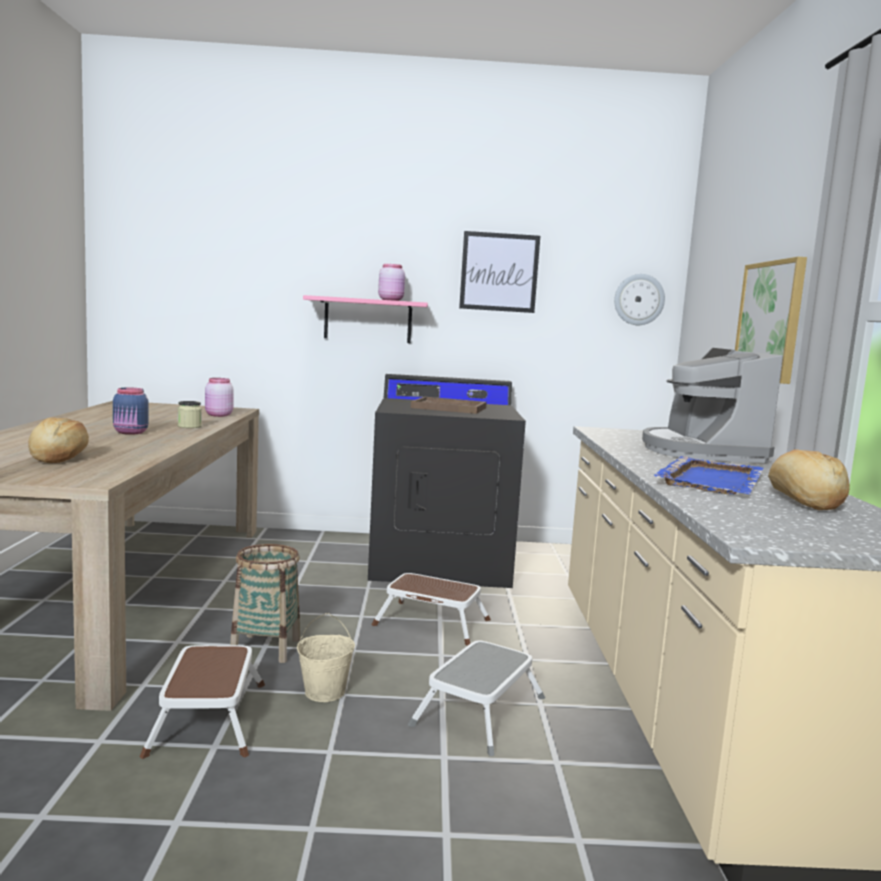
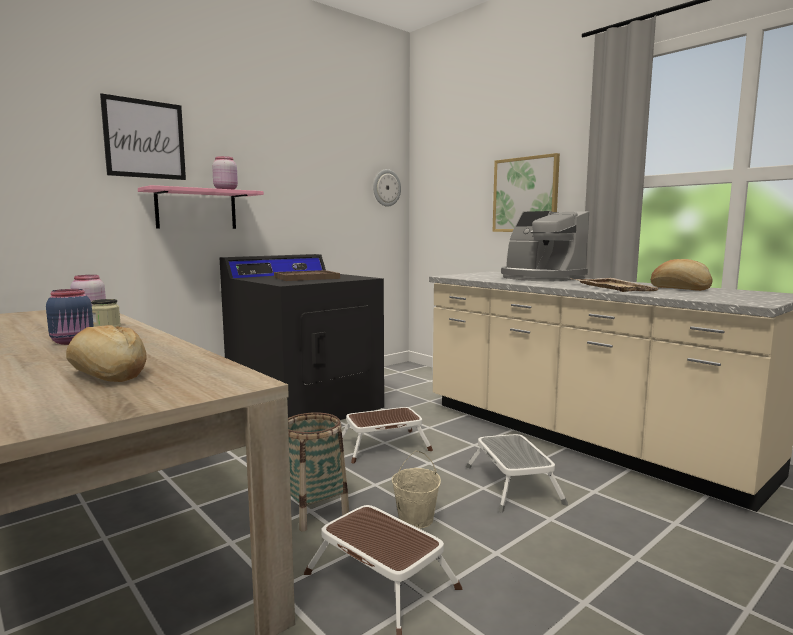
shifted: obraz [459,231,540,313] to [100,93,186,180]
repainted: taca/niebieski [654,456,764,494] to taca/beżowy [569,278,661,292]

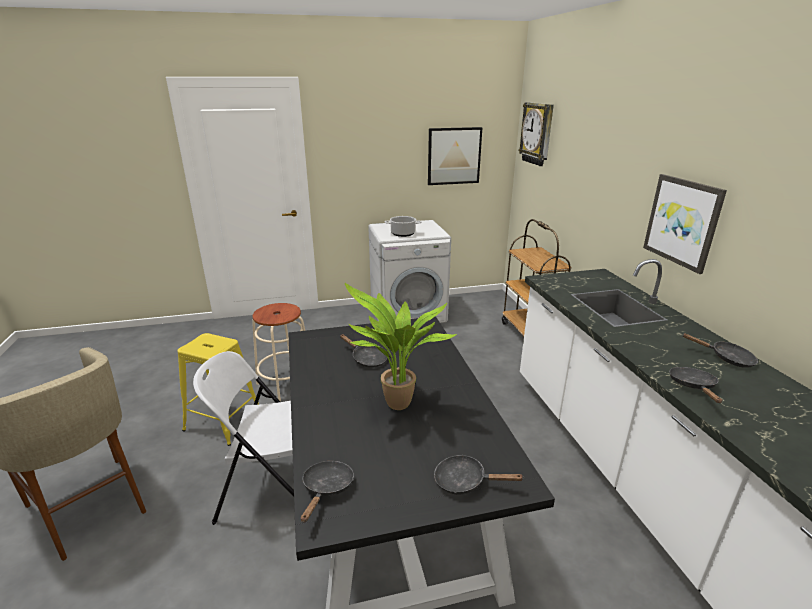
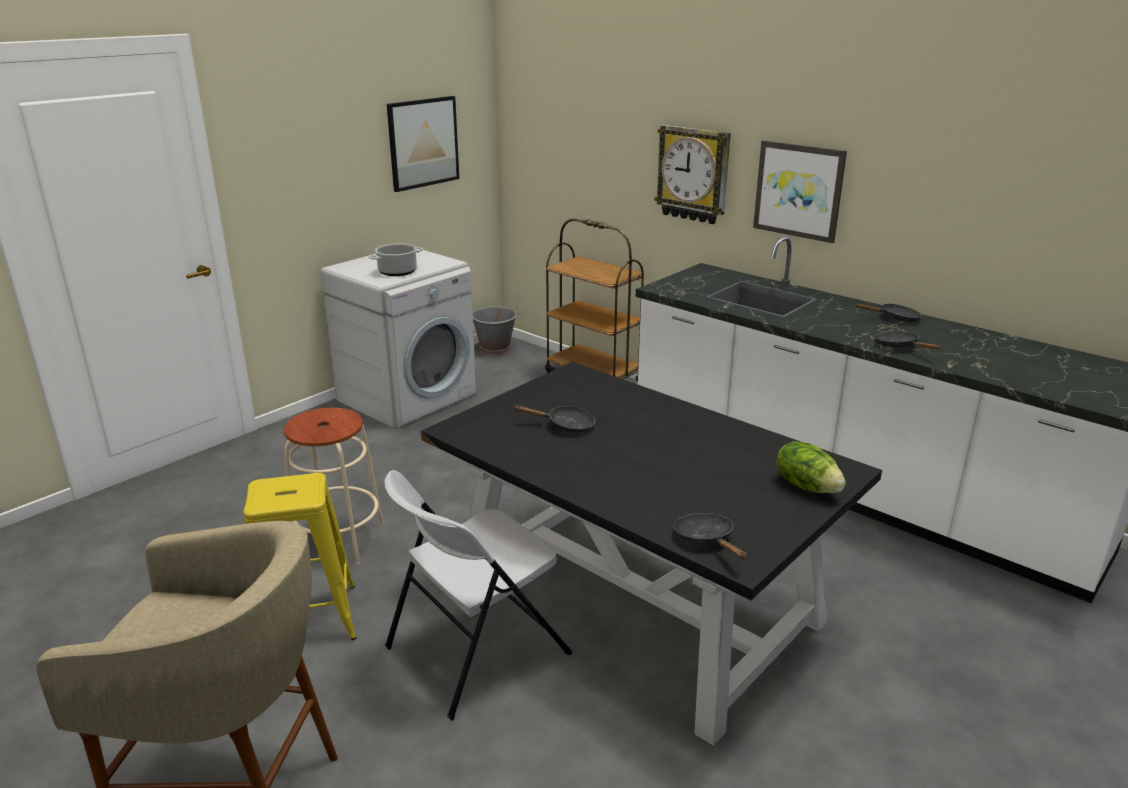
gone: roślina doniczkowa [345,283,457,410]
new: wiadro/szary [473,306,519,356]
shifted: zegar ścienny [519,102,554,166] to [655,125,731,224]
swapped: patelnia/czarny [434,455,524,495] to sałata [776,441,846,493]

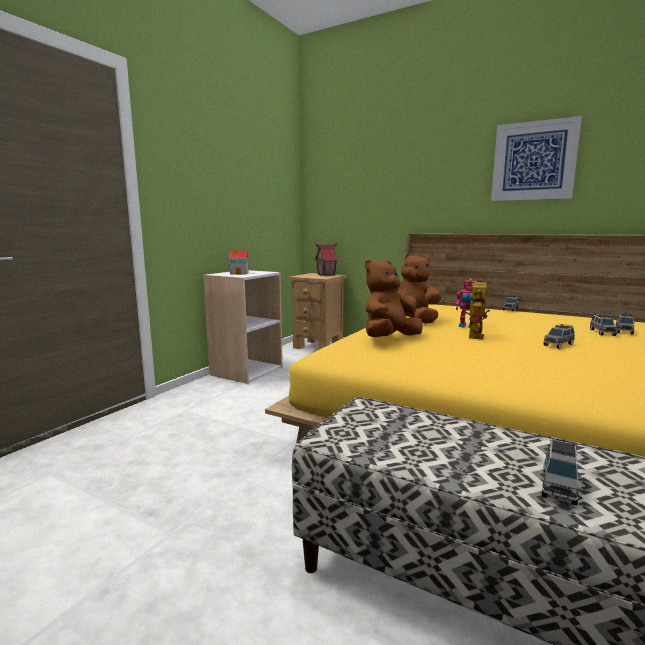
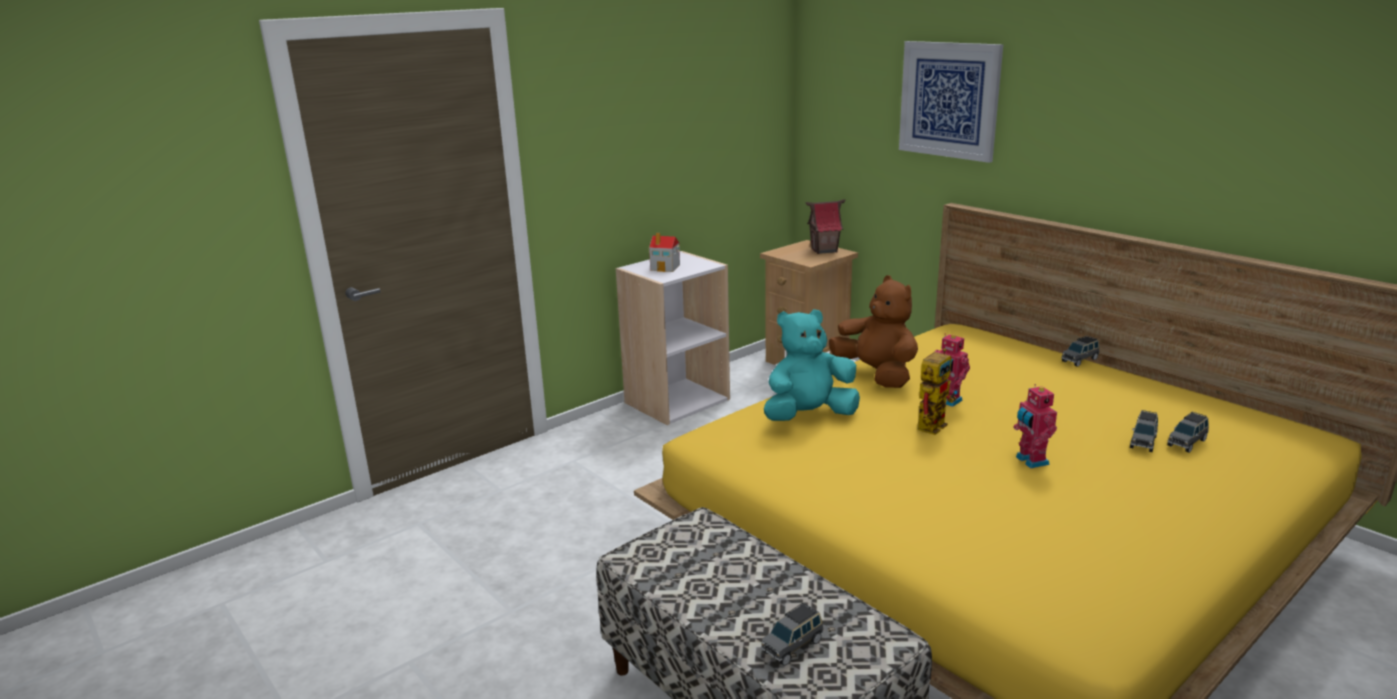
shifted: obraz [491,116,582,201] to [899,41,1003,163]
swapped: samochodzik/szary [544,324,575,349] to robot zabawkowy [1014,384,1057,468]
repainted: pluszak/brązowy [365,260,423,337] to pluszak/turkusowy [764,309,860,421]

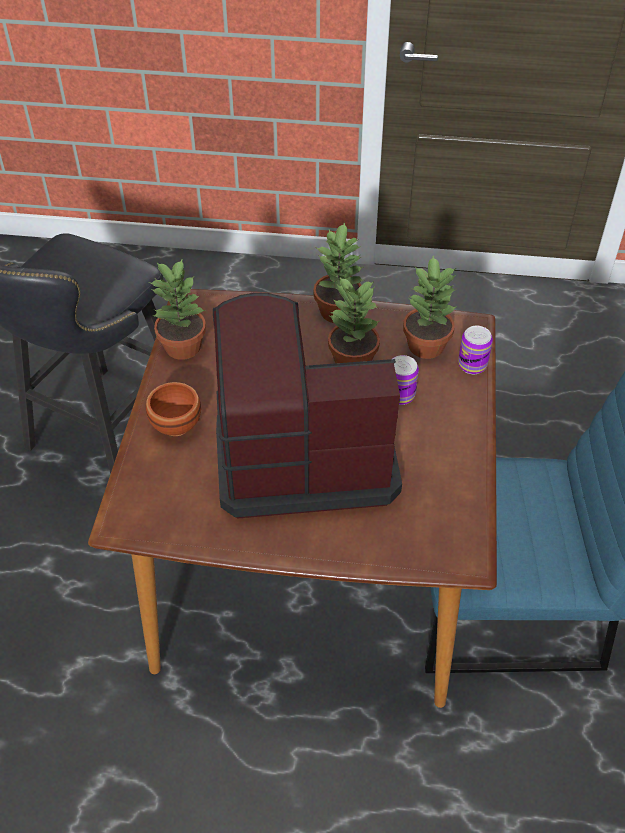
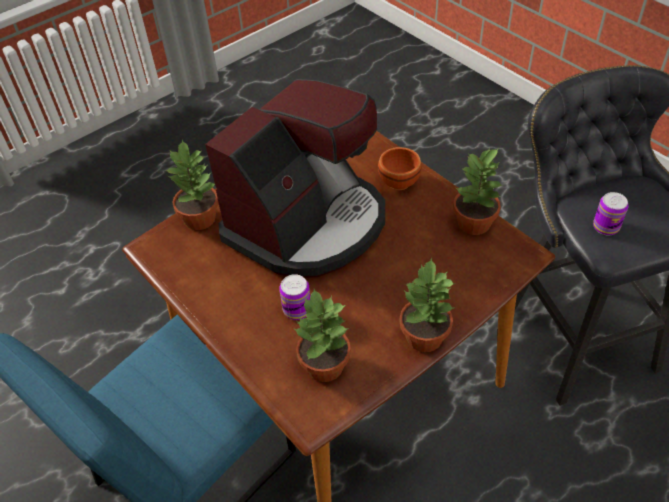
shifted: roślina doniczkowa [328,276,380,363] to [165,139,218,230]; puszka [458,326,493,374] to [593,192,629,236]

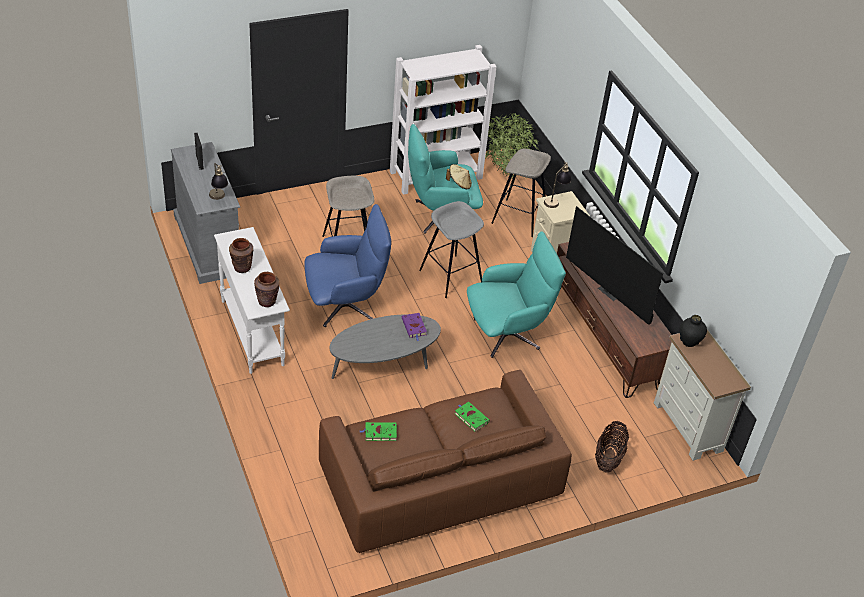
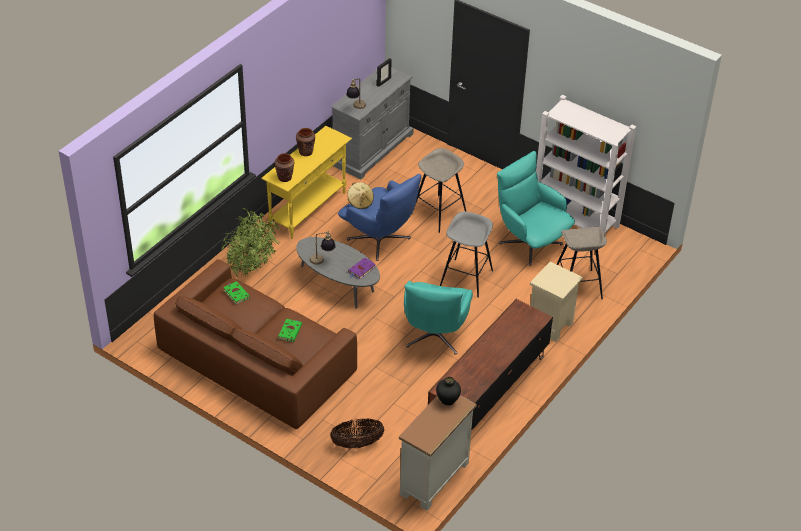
gone: telewizor [566,206,663,325]
shifted: roślina doniczkowa [485,113,539,179] to [221,208,281,277]; lampa stołowa [544,162,571,208] to [310,230,336,265]; kapelusz/beżowy [446,164,472,189] to [347,182,374,209]
repainted: stolik konsolowy/biały [214,227,290,374] to stolik konsolowy/żółty [261,126,352,239]
rotated: fotel/turkusowy [467,231,566,358] = [404,281,473,355] 60 degrees clockwise

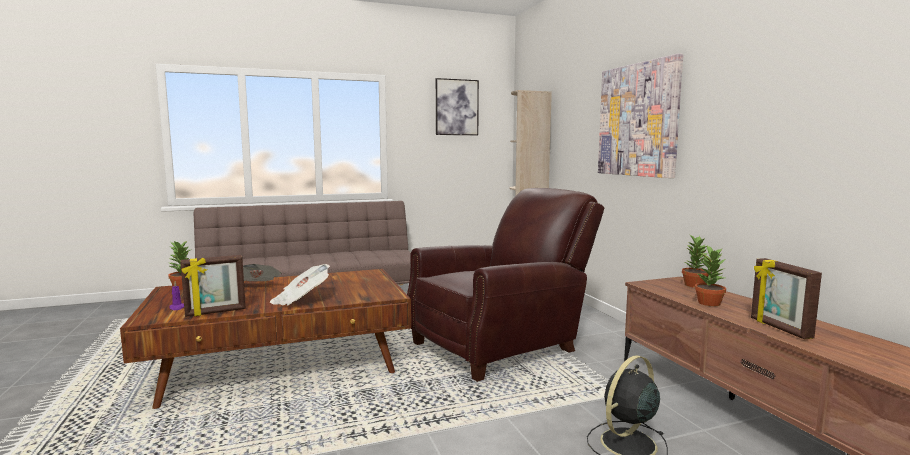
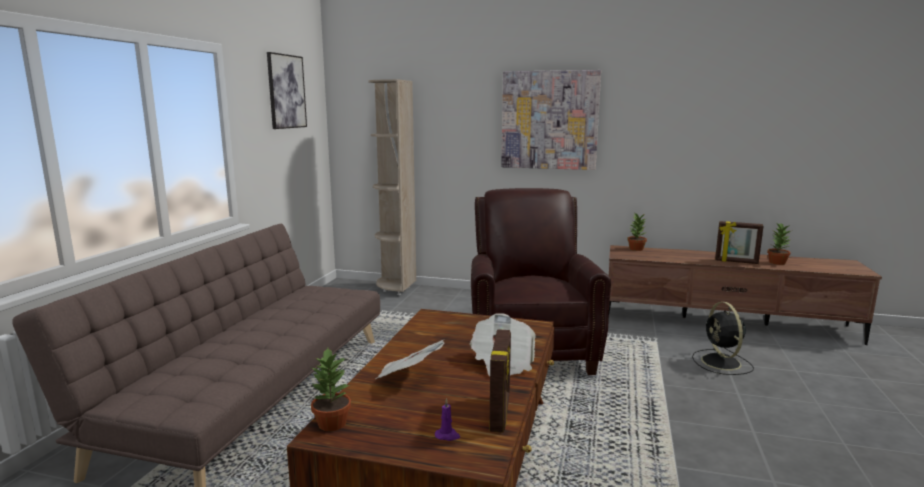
shifted: roślina doniczkowa [695,245,727,306] to [767,223,791,265]

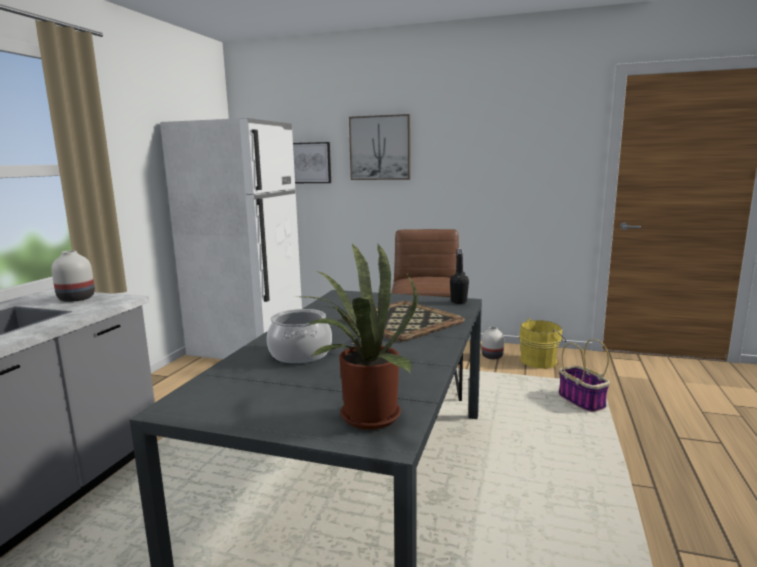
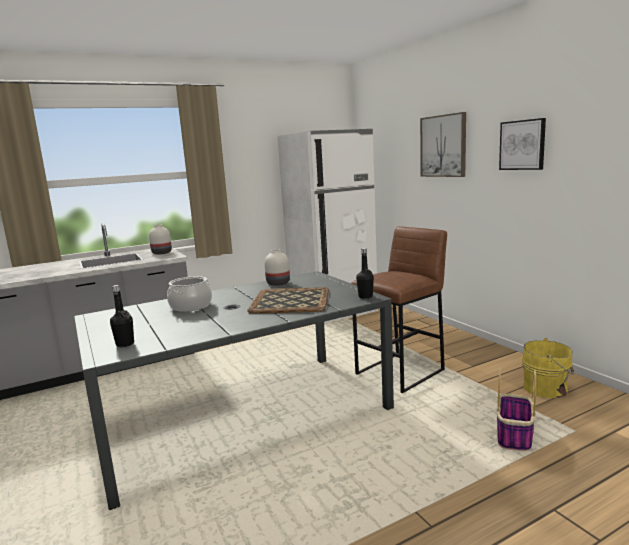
shifted: wazon/biały [482,327,504,359] to [264,249,290,286]; obraz [293,142,331,183] to [499,118,546,170]
swapped: roślina doniczkowa [302,243,418,430] to butelka/czarny [110,285,134,347]

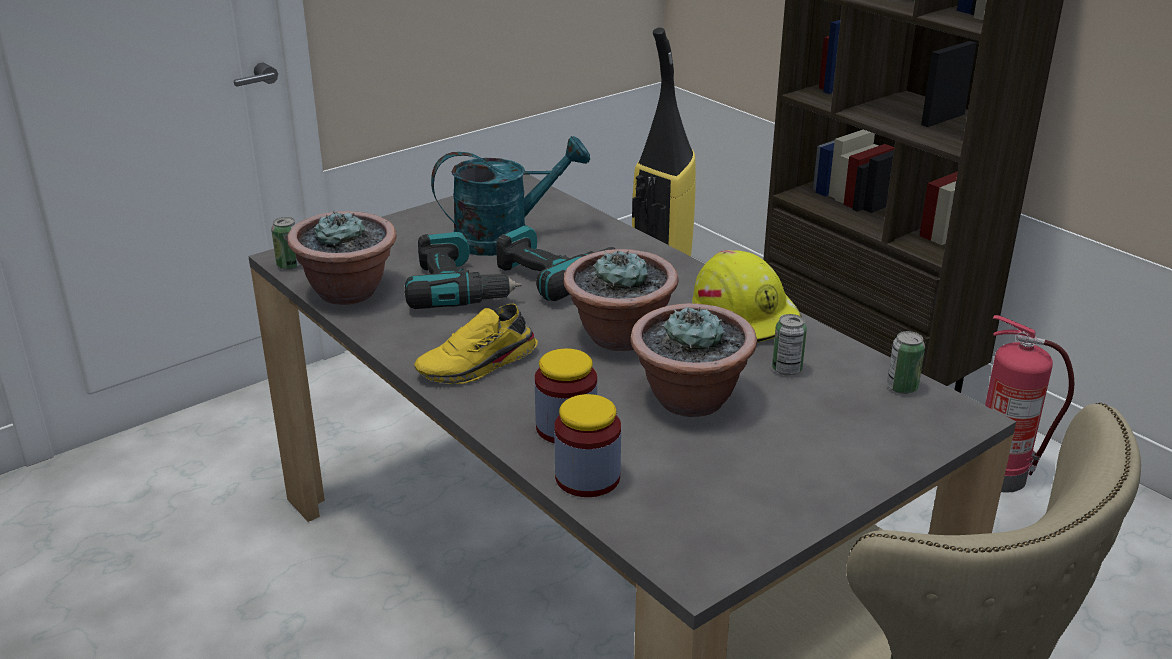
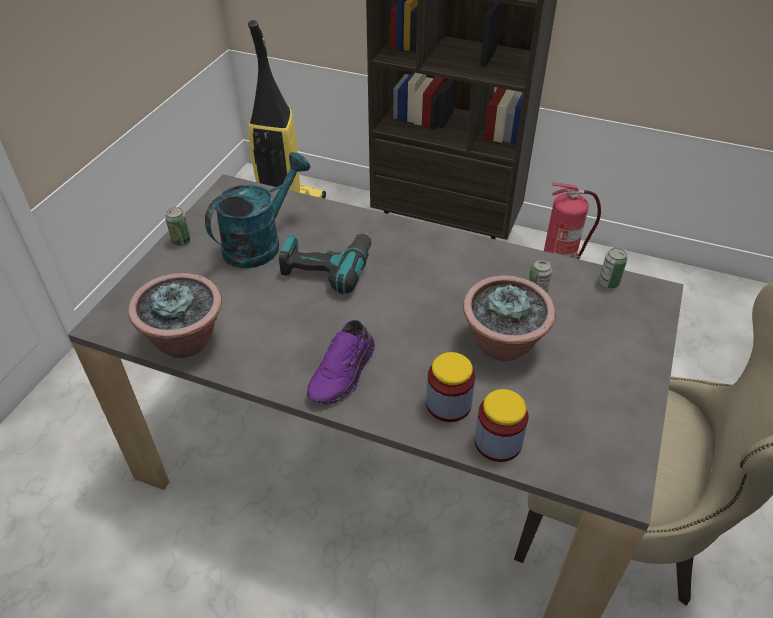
gone: wiertarka [405,232,521,309]; roślina doniczkowa [563,249,678,351]; kask/żółty [692,250,802,343]
shifted: puszka [271,217,301,270] to [165,207,191,246]
repainted: but/żółty [414,304,538,384] to but/fioletowy [307,320,375,404]

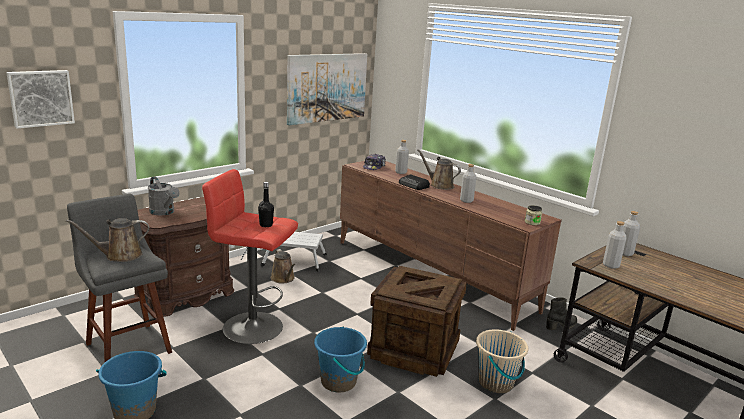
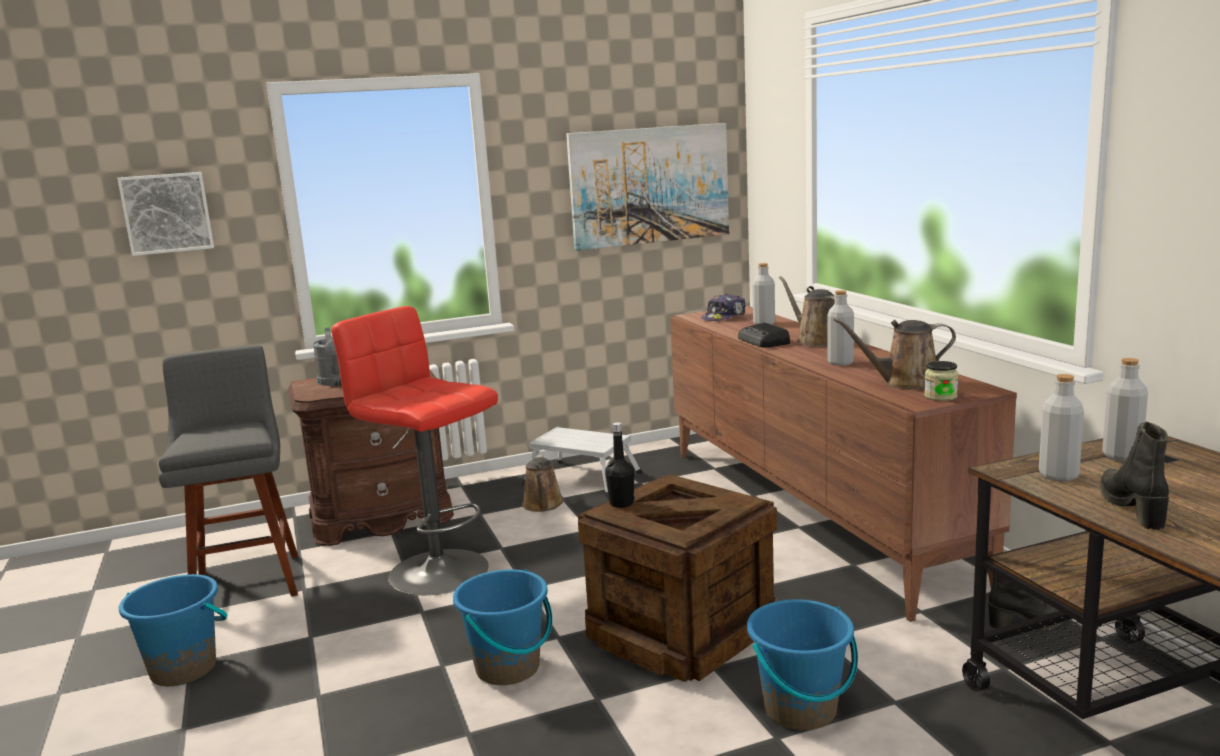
new: but z cholewką/czarny [1100,422,1169,530]
shifted: butelka/czarny [258,182,274,227] to [605,422,635,508]; konewka/brązowy [66,218,149,262] to [834,318,956,389]
repainted: wiadro/beżowy [476,330,528,393] to wiadro/niebieski [747,599,858,730]

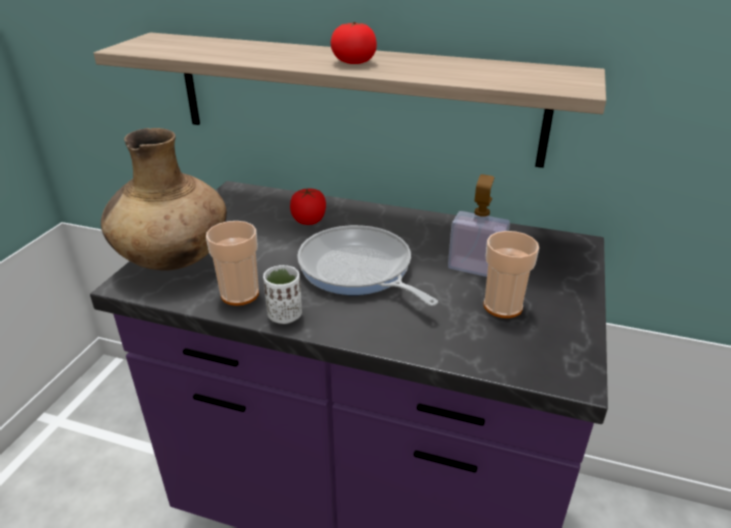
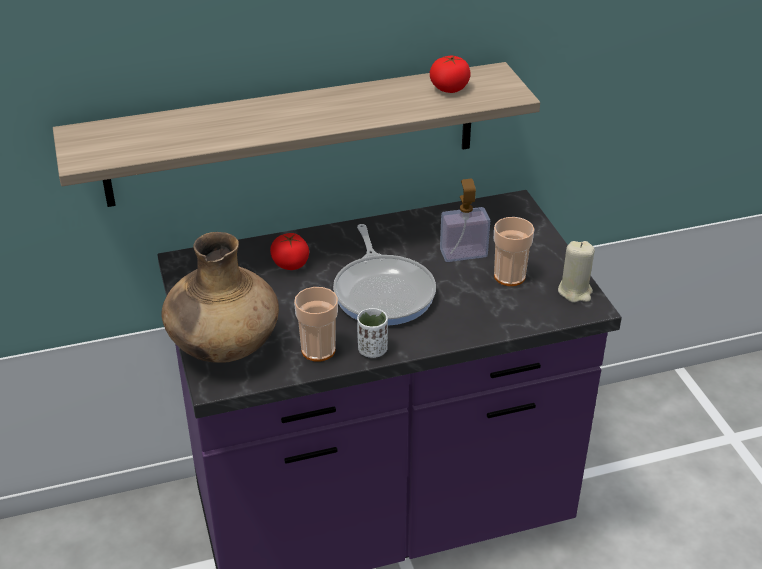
new: świeca/beżowy [558,241,595,303]
shifted: pomidor [331,22,377,64] to [430,55,471,93]
rotated: patelnia [297,225,438,306] = [333,224,436,326] 120 degrees counterclockwise

